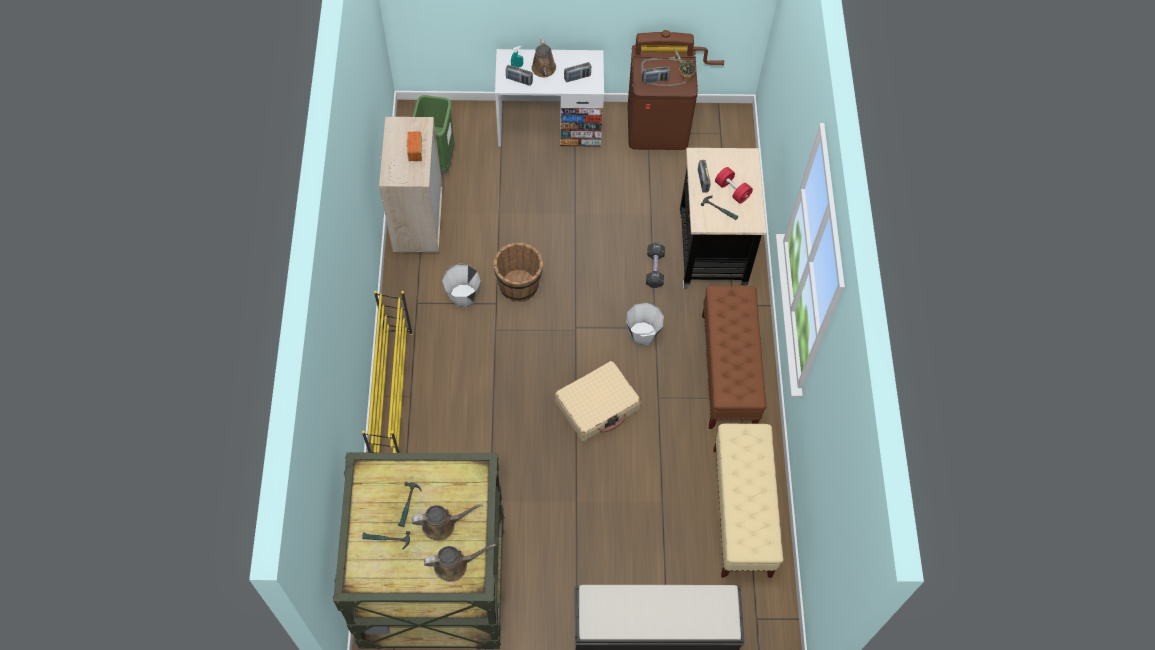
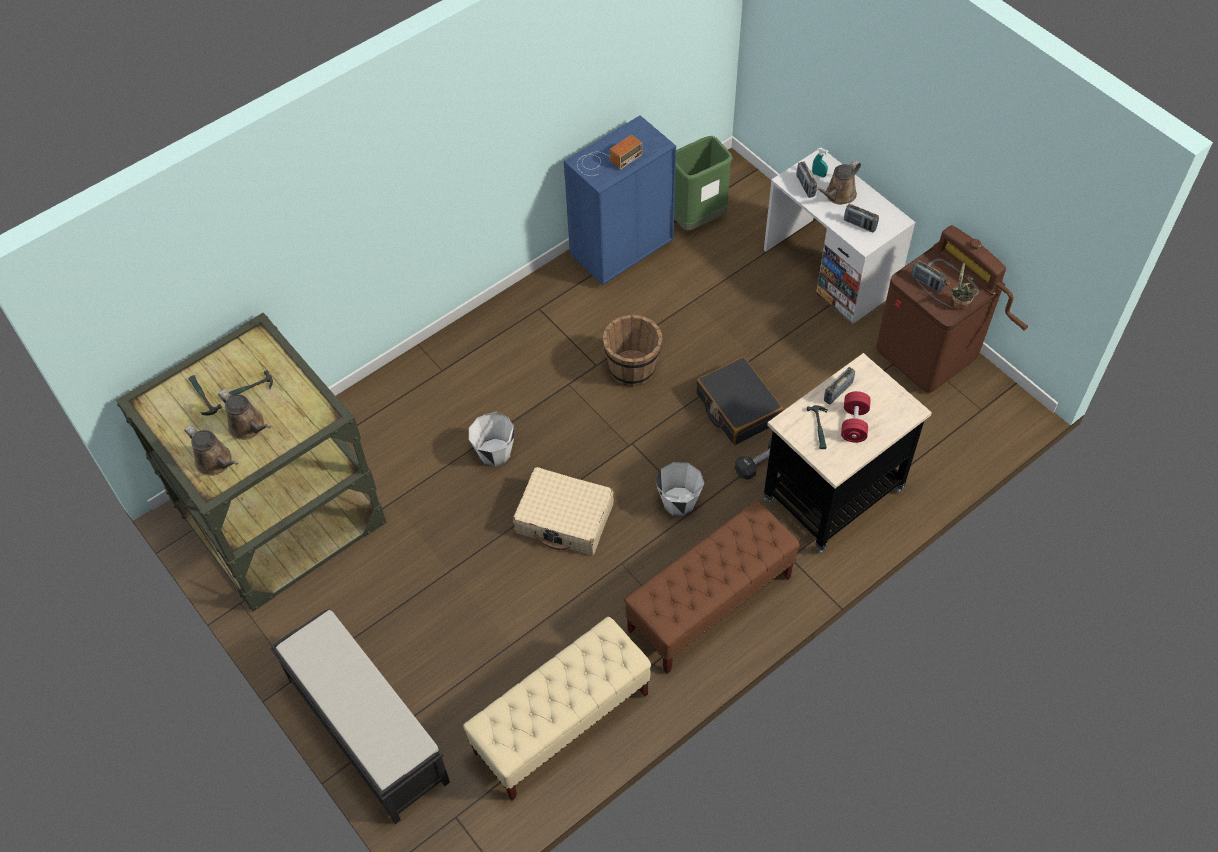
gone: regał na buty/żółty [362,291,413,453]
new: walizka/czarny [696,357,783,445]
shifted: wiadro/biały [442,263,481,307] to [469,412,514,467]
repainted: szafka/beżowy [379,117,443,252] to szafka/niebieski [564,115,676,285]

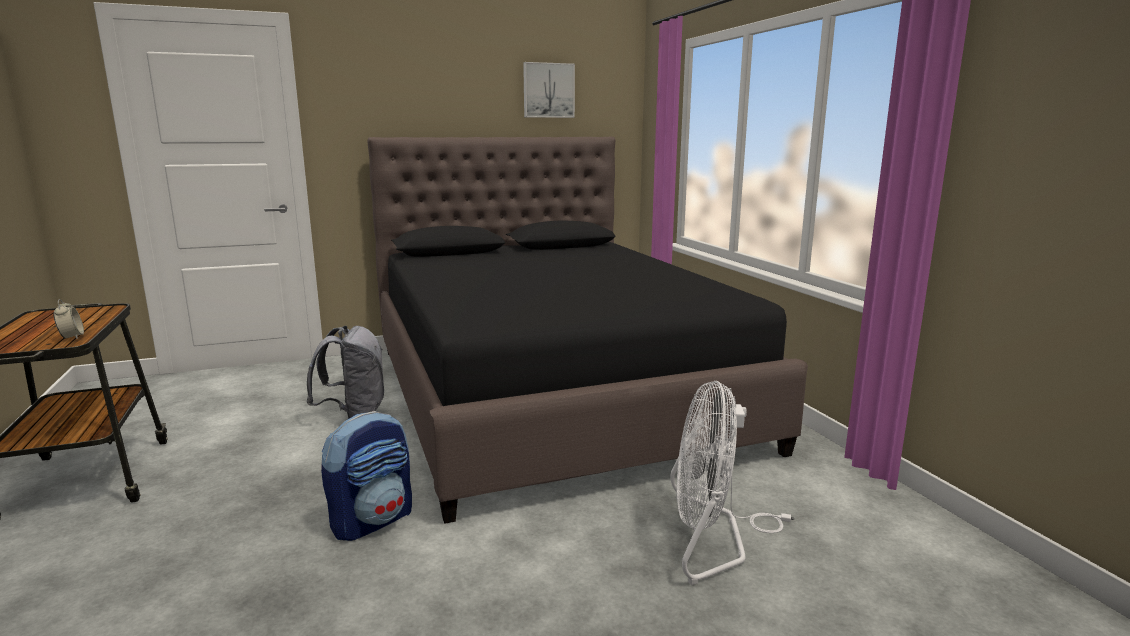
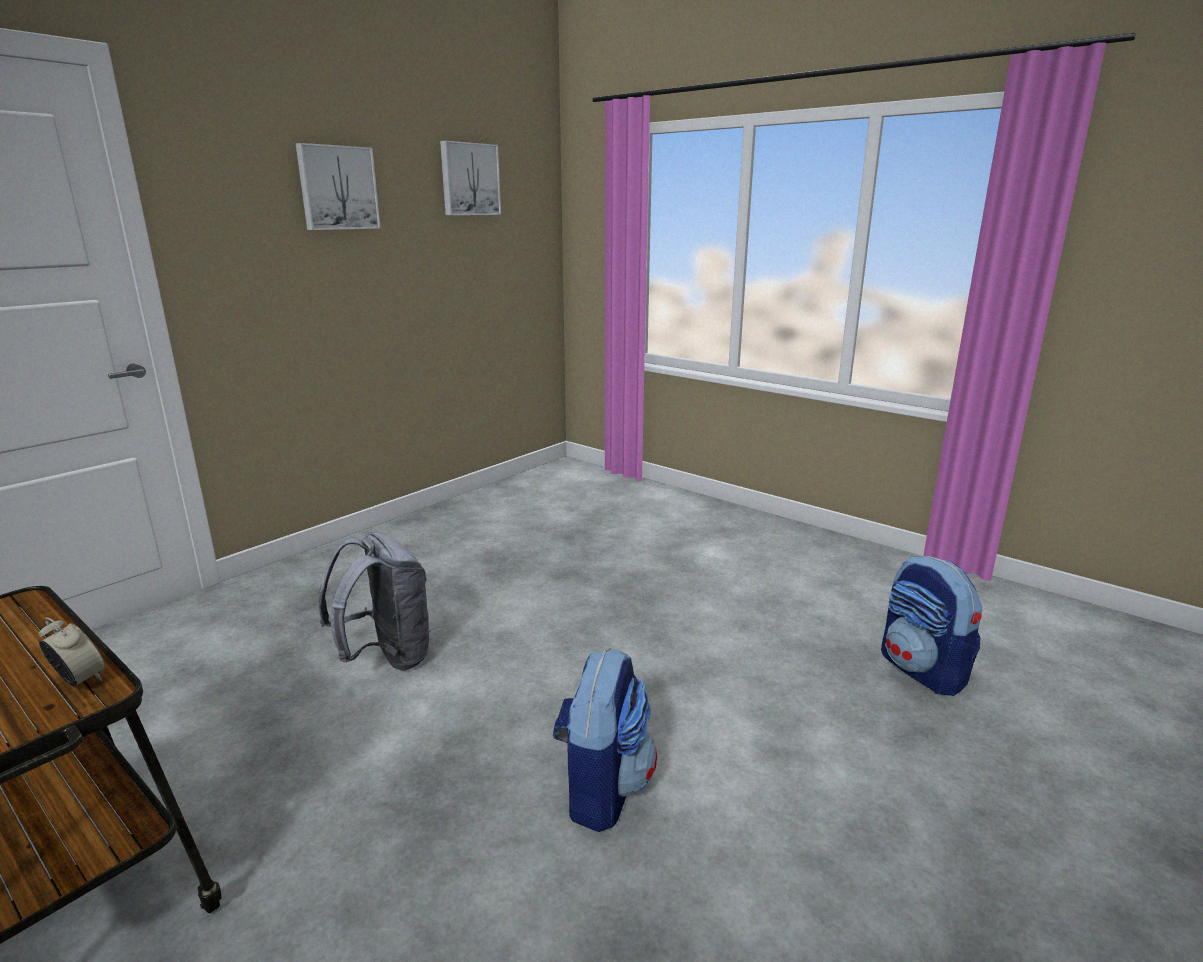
gone: łóżko/czarny [368,137,808,524]
new: obraz [295,143,381,230]
swapped: wentylator/biały [670,381,793,586] to plecak [881,556,982,696]

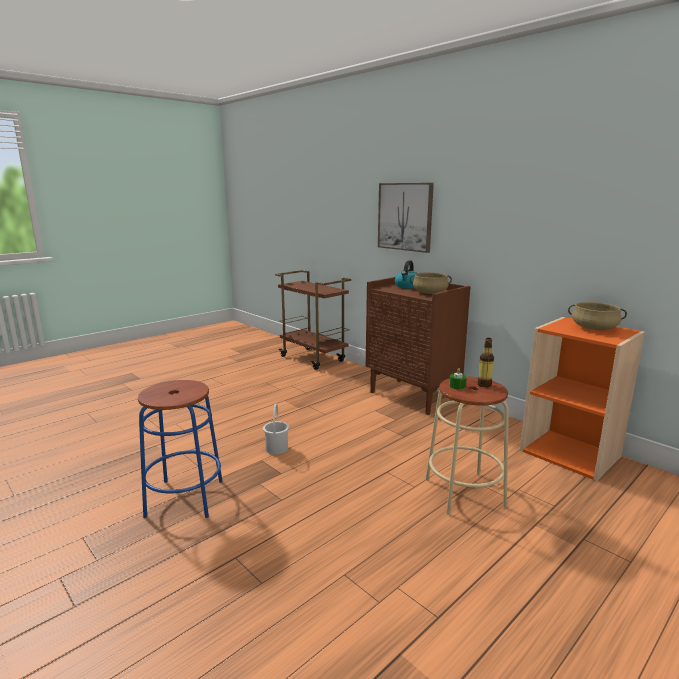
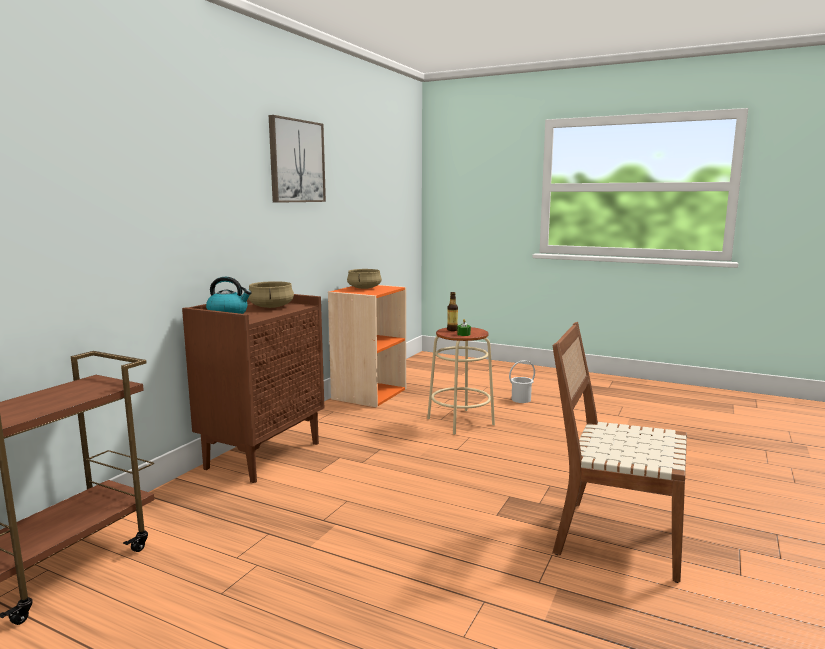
shifted: obraz [378,183,434,253] to [269,115,326,203]; wiadro/biały [263,404,289,455] to [509,360,535,403]
swapped: stołek/niebieski [138,380,223,518] to krzesło [552,322,687,583]

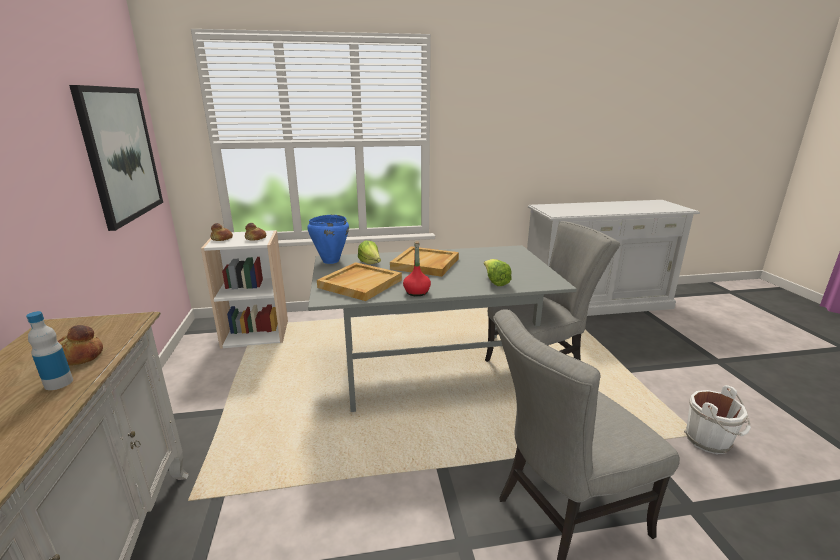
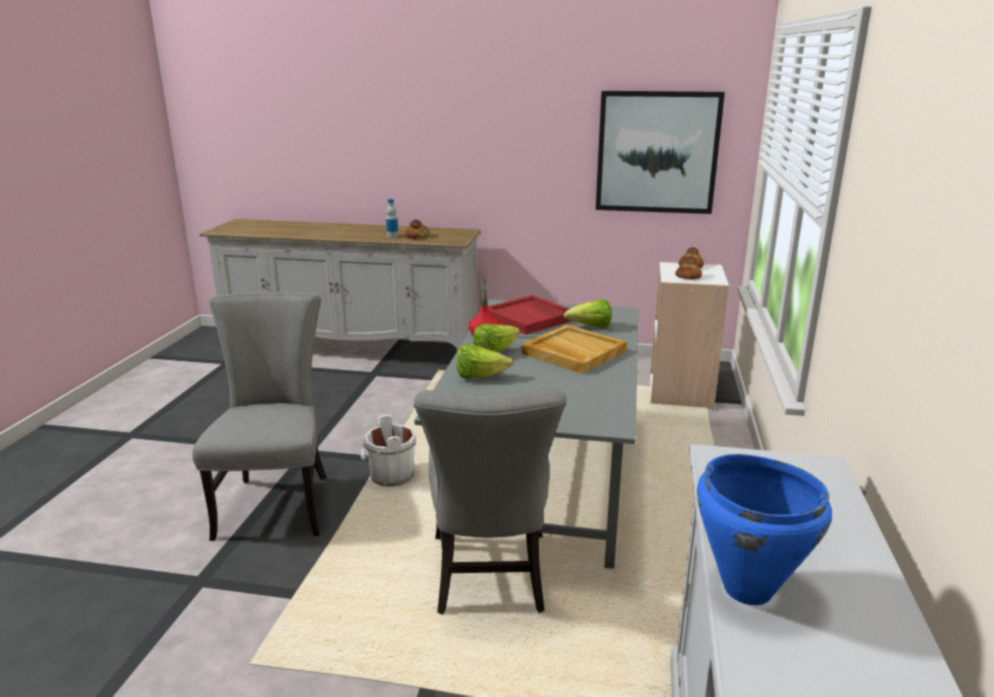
new: sałata [473,324,520,352]
shifted: wiadro/biały [684,385,751,454] to [360,414,416,487]; garnek/niebieski [307,215,349,264] to [697,454,832,605]
repainted: taca/beżowy [317,262,402,301] to taca/czerwony [488,295,571,335]

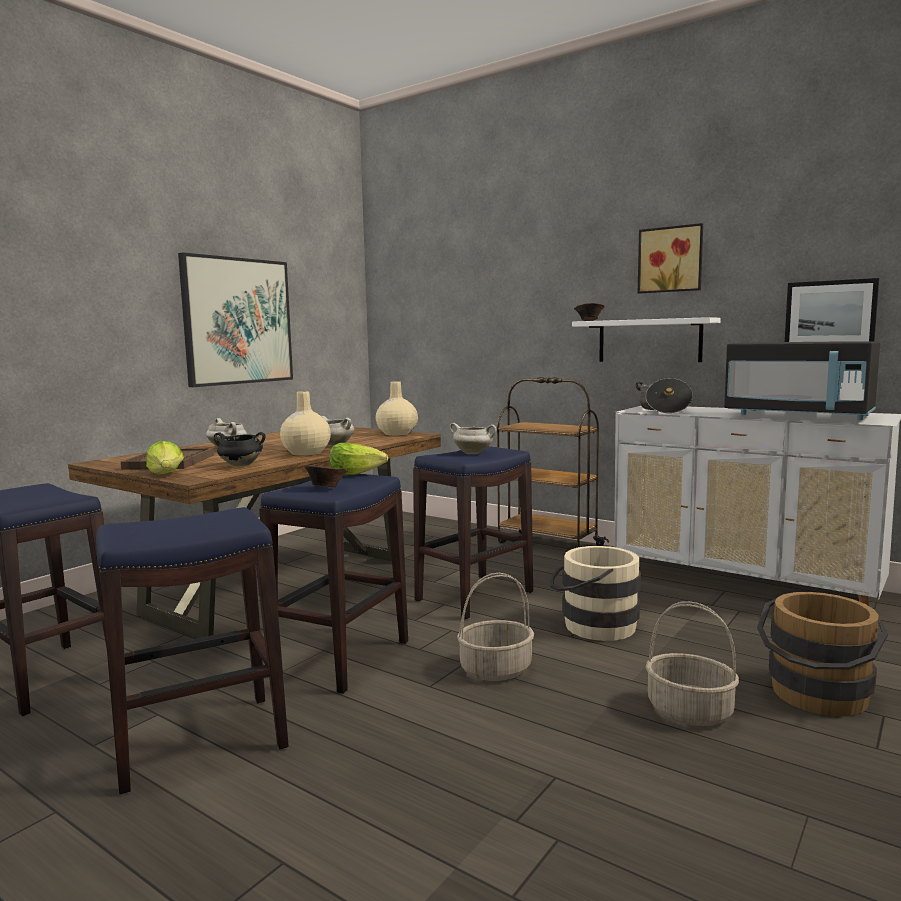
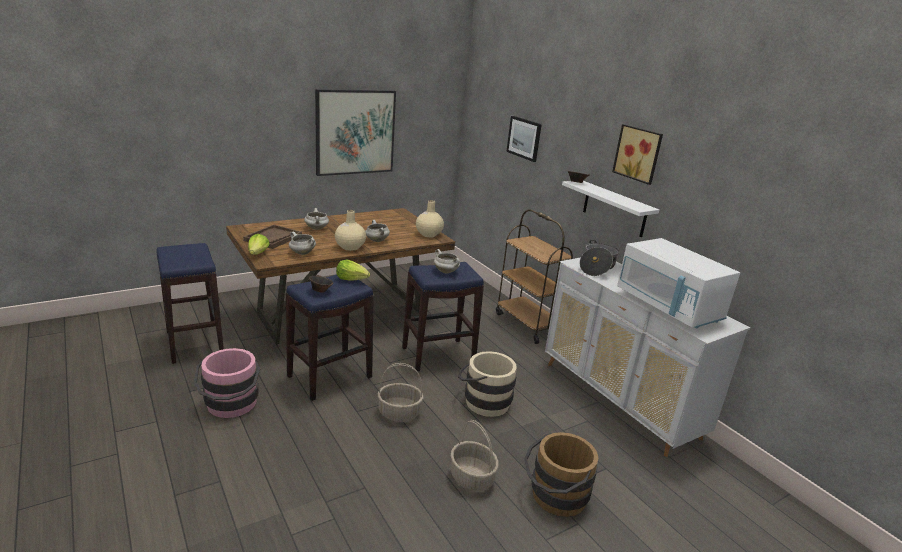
shifted: obraz [785,278,879,342] to [506,116,542,162]
swapped: stołek [96,507,288,794] to wiadro/różowy [194,348,260,418]
repainted: garnek/czarny [214,432,266,466] to garnek/biały [289,231,316,255]; mikrofalówka/czarny [724,341,880,420] to mikrofalówka/biały [617,238,740,328]

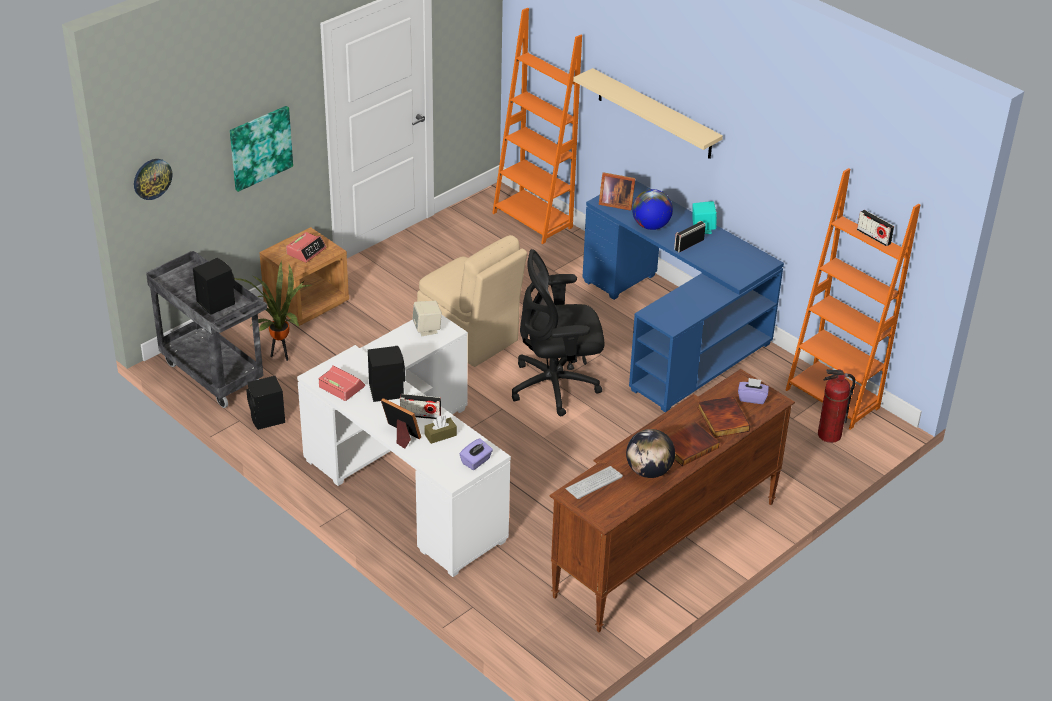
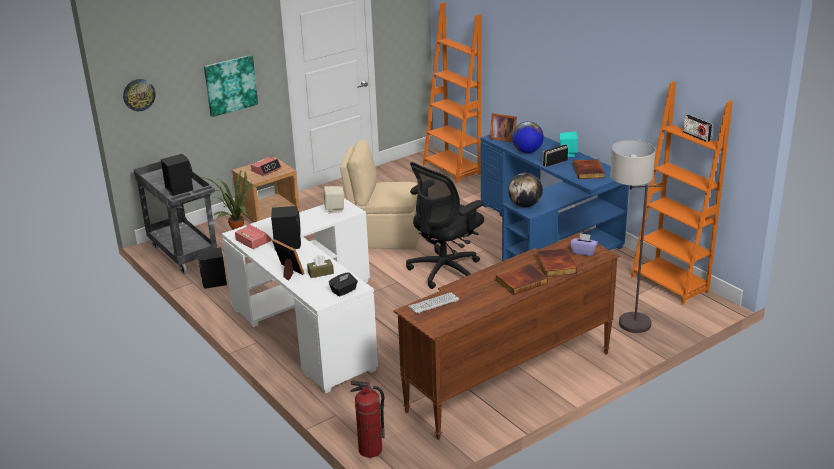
gone: radio [400,394,441,419]; półka/beżowy [573,68,723,159]
new: książka [573,159,605,179]; lampa stojąca/szary [610,140,663,333]
shifted: gaśnica [818,369,856,443] to [350,381,385,458]; globus [626,429,675,478] to [508,173,543,207]
repainted: pudełko chusteczek/fioletowy [460,438,493,470] to pudełko chusteczek/czarny [329,272,358,297]
rotated: krzesło/beżowy [417,235,527,367] = [340,140,420,250] 135 degrees clockwise; krzesło biurowe/czarny [512,249,604,417] = [406,162,484,289] 45 degrees counterclockwise

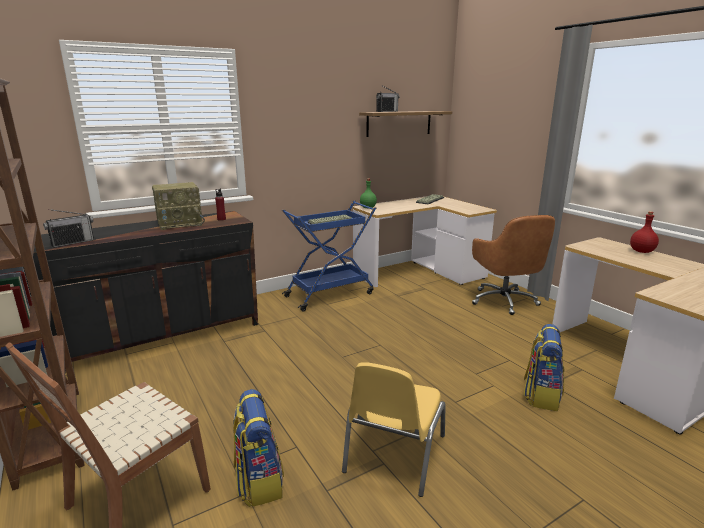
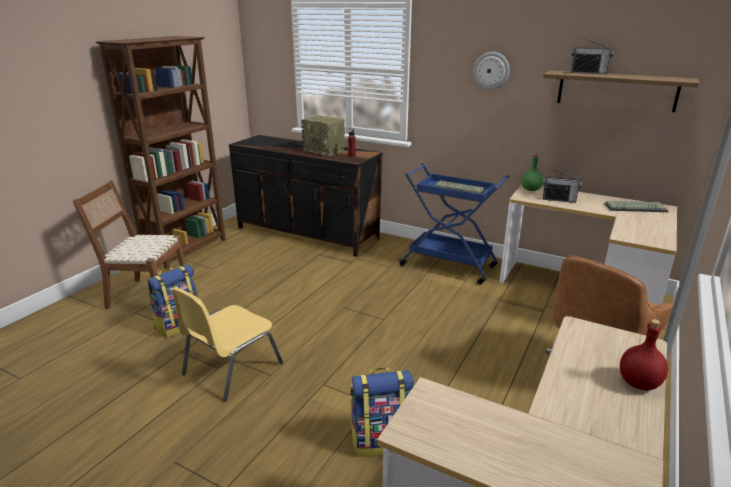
new: zegar ścienny [474,52,510,90]
shifted: radio [43,209,94,248] to [542,169,582,203]
rotated: krzesło/żółty [342,362,445,497] = [171,287,283,401] 45 degrees counterclockwise

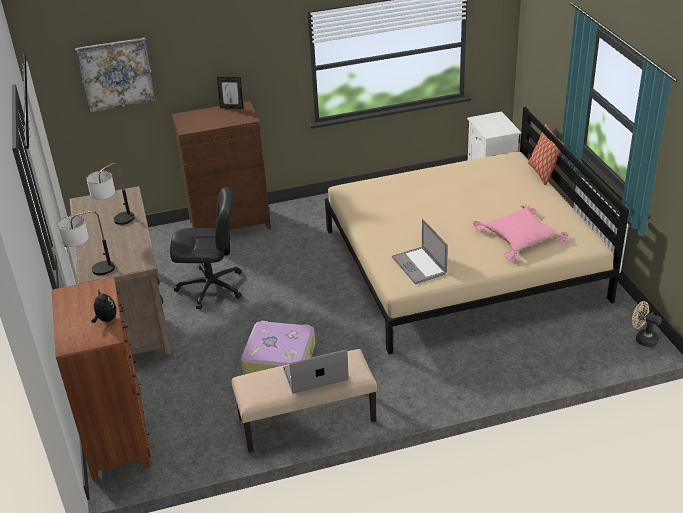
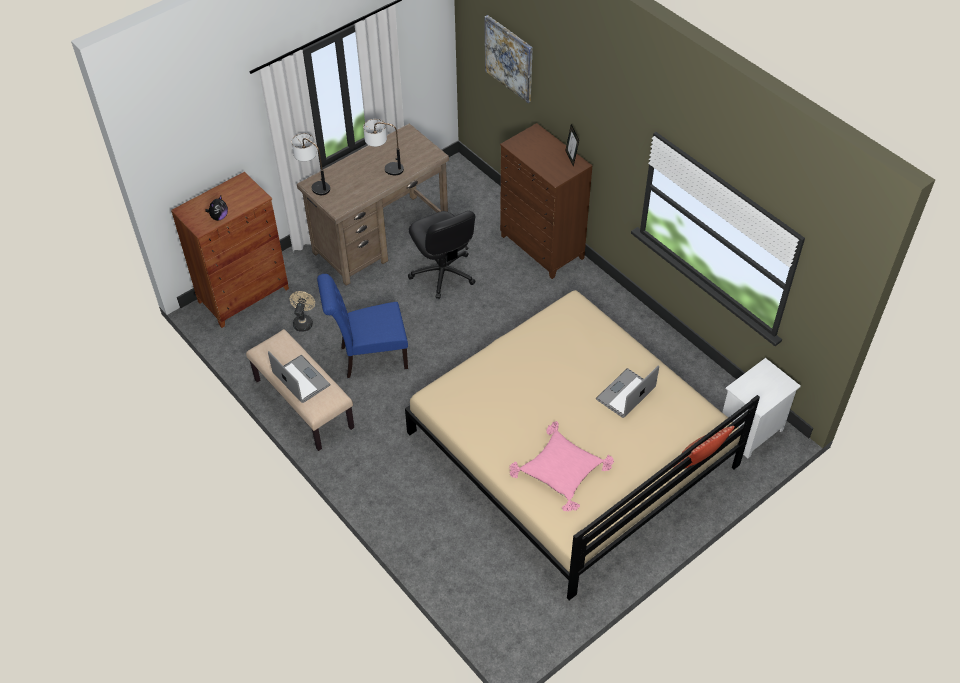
shifted: wentylator/beżowy [632,301,662,347] to [290,291,315,332]; laptop [392,219,448,284] to [596,365,659,418]
swapped: walizka [241,321,315,375] to krzesło/niebieski [317,274,408,378]

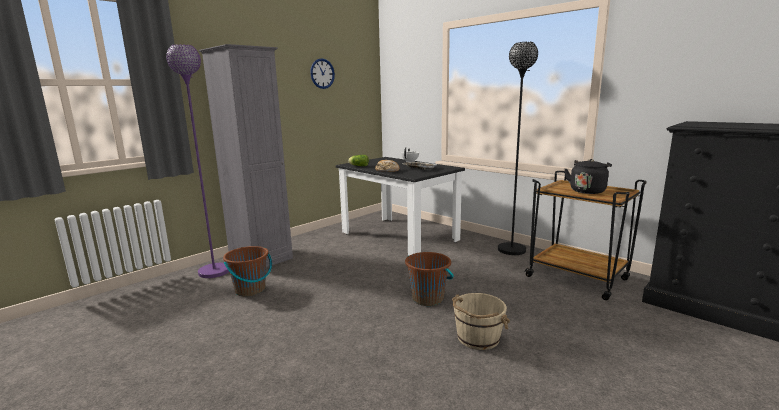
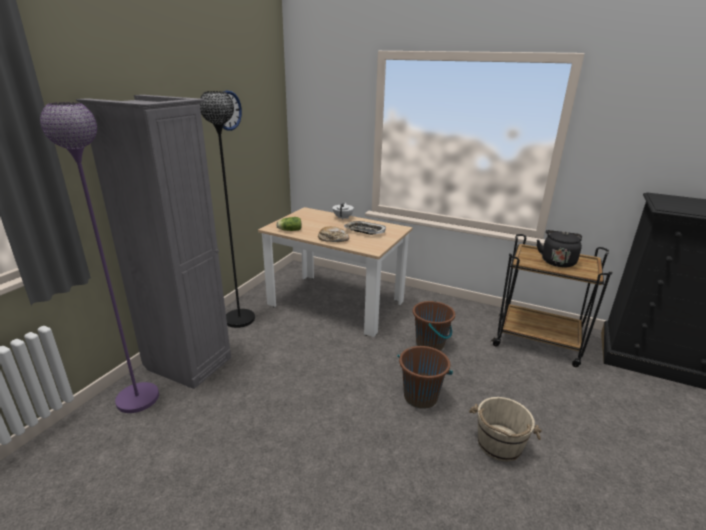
shifted: lampa stojąca/czarny [498,42,538,255] to [199,91,255,328]; wiadro/brązowy [223,246,272,297] to [413,301,455,351]
repainted: stół jadalny/czarny [336,157,465,255] to stół jadalny/beżowy [258,207,412,337]

